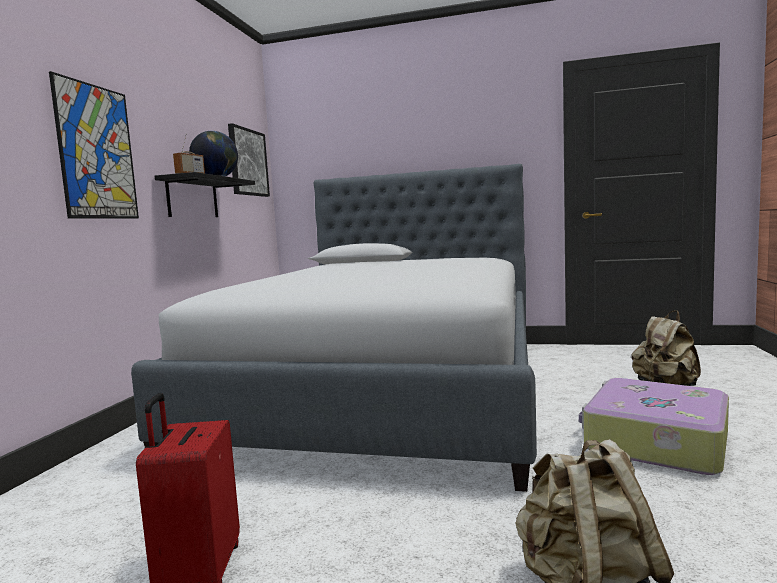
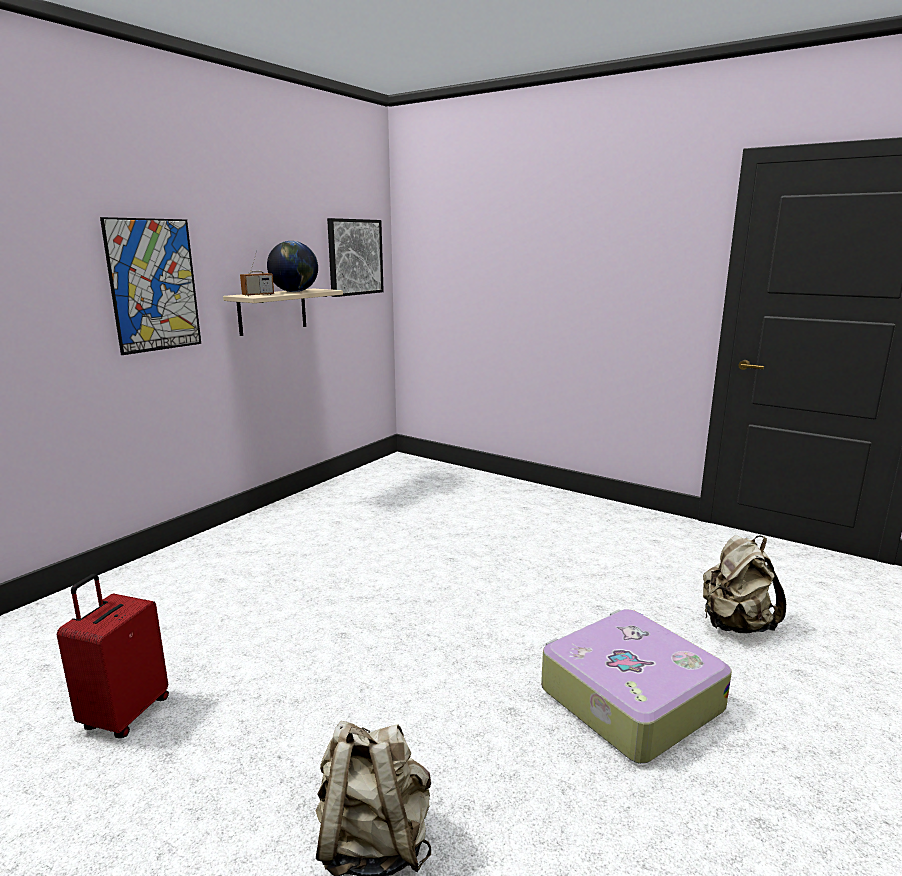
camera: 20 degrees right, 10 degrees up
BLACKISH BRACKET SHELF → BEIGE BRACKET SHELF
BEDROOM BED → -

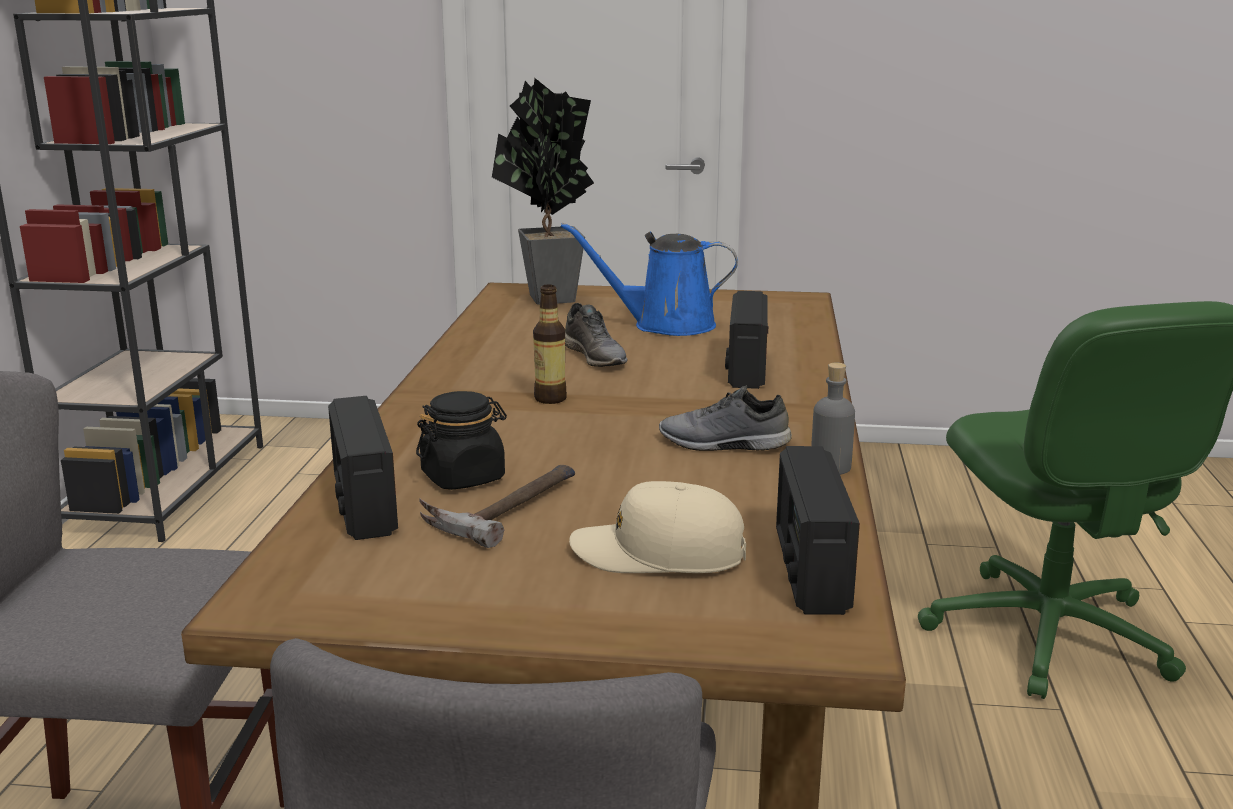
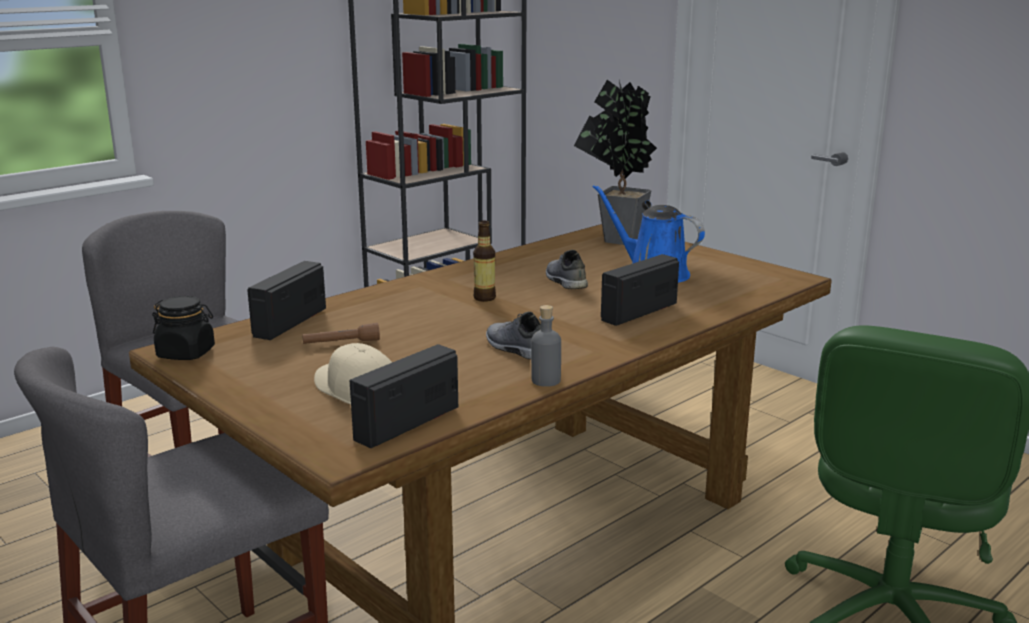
camera: 40 degrees right, 0 degrees up
BLACKISH JAR, move
TOOL HAMMER → BROWN-COLOURED HAND TORCH
GRAY SHOE (1st from left in the first image) → GRAY SHOE (2nd from left), 150 degrees clockwise

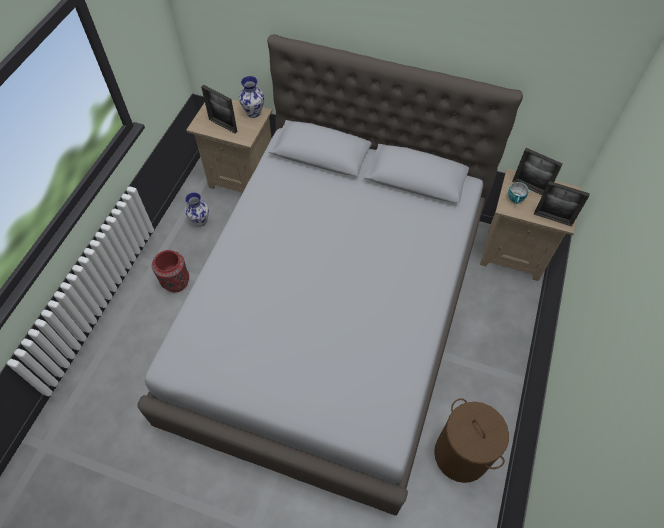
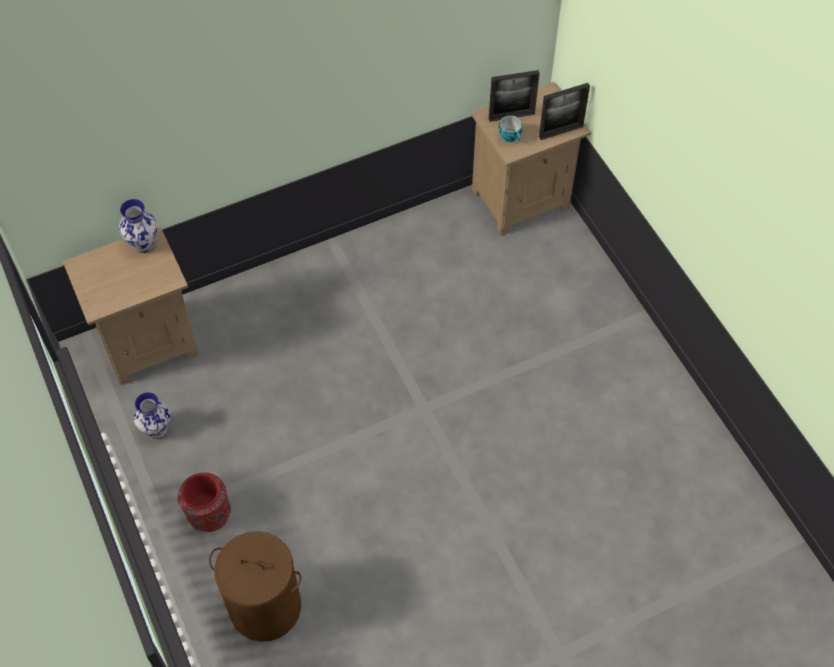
camera: 45 degrees left, 0 degrees up
BROWN-COLOURED HAMPER, move
GRAY BEDROOM BED → -
PHOTO FRAME (1st from left) → -

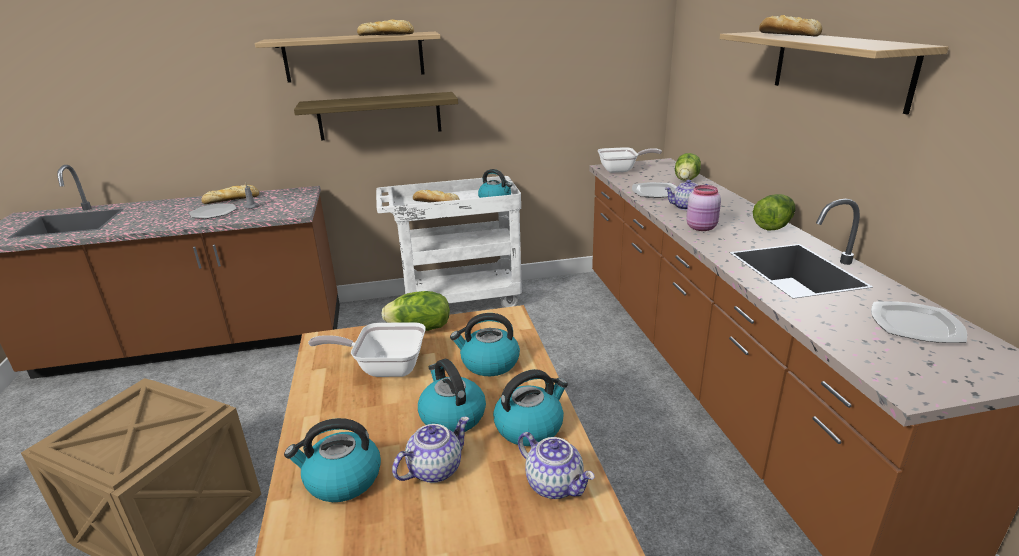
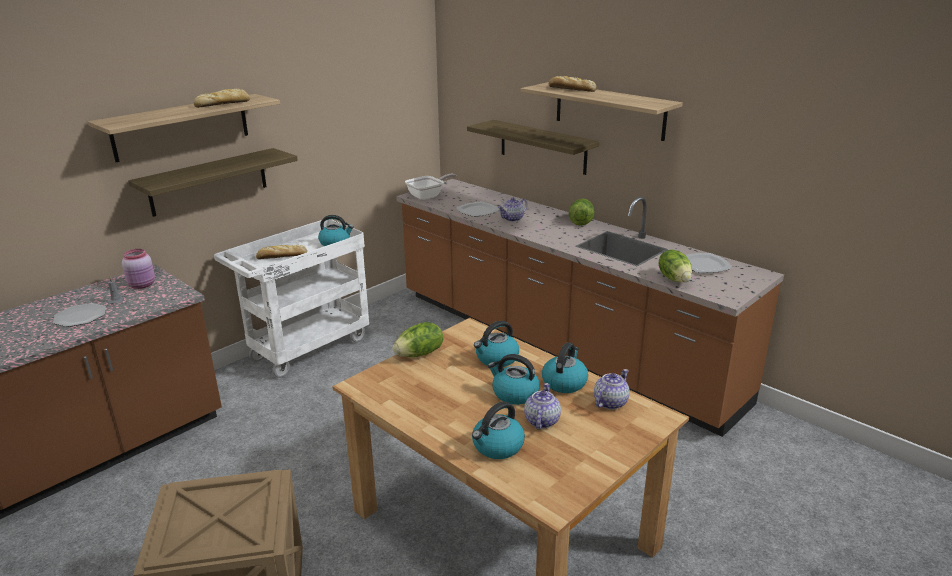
camera: 35 degrees left, 0 degrees up
PINK-COLOURED JAR, move
- → BRACKET SHELF (3rd from left)
POT FOR TEA (2nd from left in the first image) → POT FOR TEA (3rd from left), 60 degrees counterclockwise
LETTUCE (2nd from left in the first image) → LETTUCE (3rd from left), move
BREAD (1st from left) → -
SKILLET (1st from left) → -

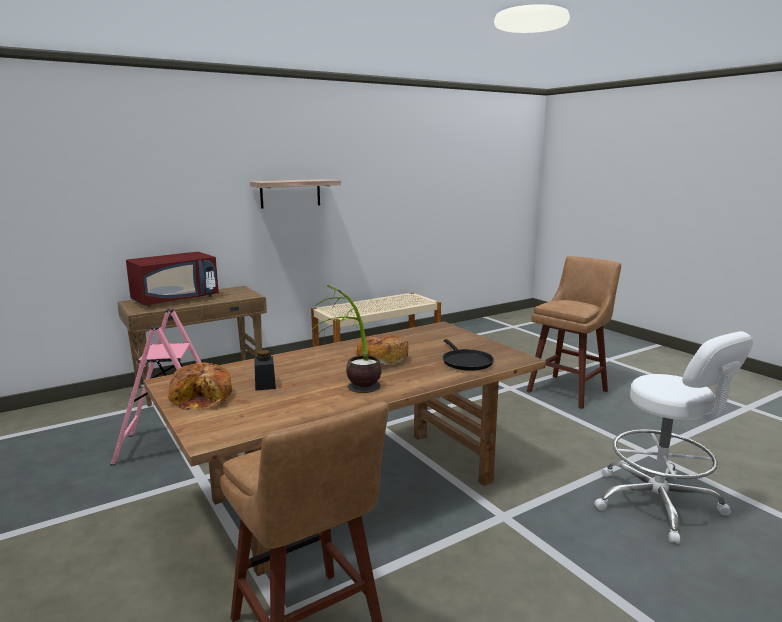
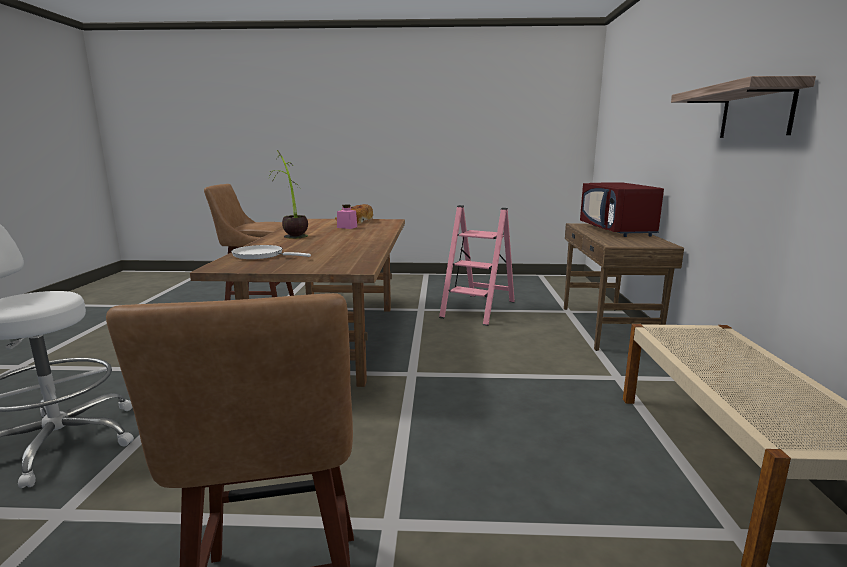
camera: 125 degrees right, 0 degrees up
BLACKISH SKILLET → WHITE SKILLET
BLACKISH JAR → PINK-COLOURED JAR
BREAD (2nd from left) → -

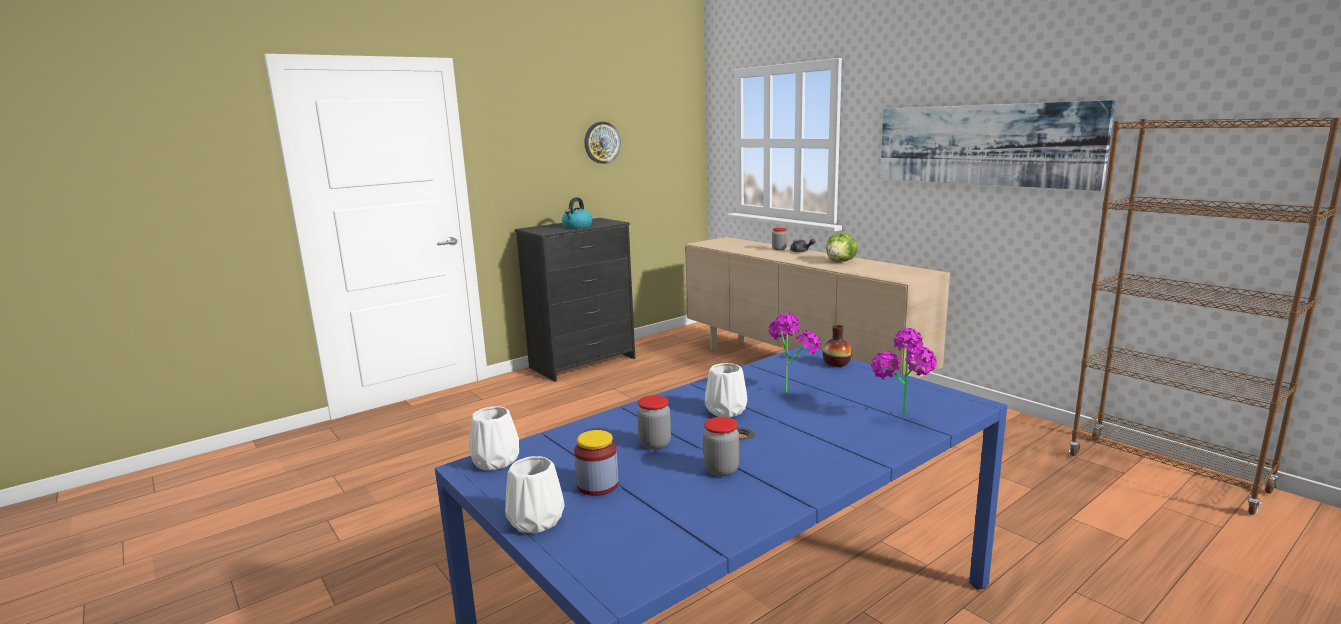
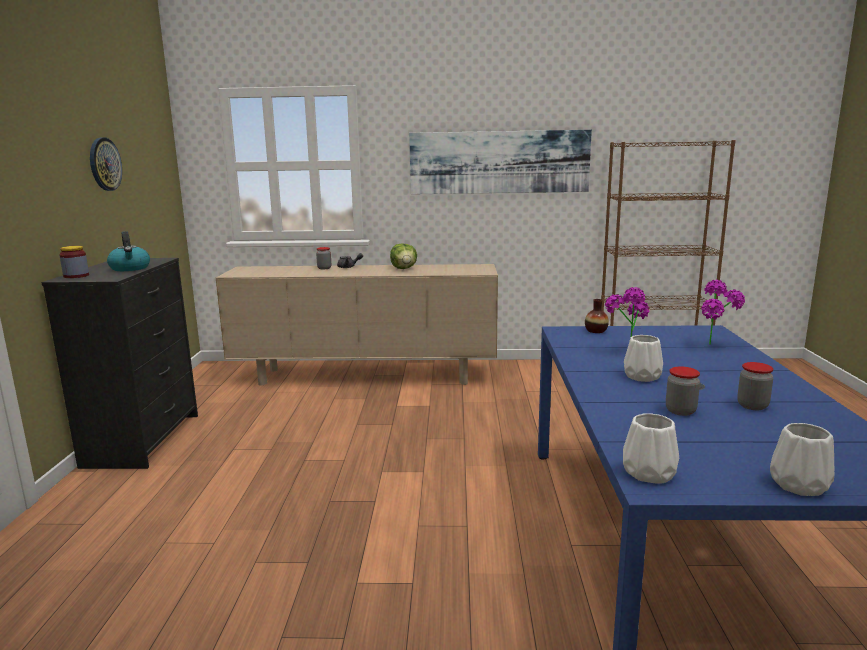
camera: 50 degrees left, 0 degrees up
JAR (1st from left), move

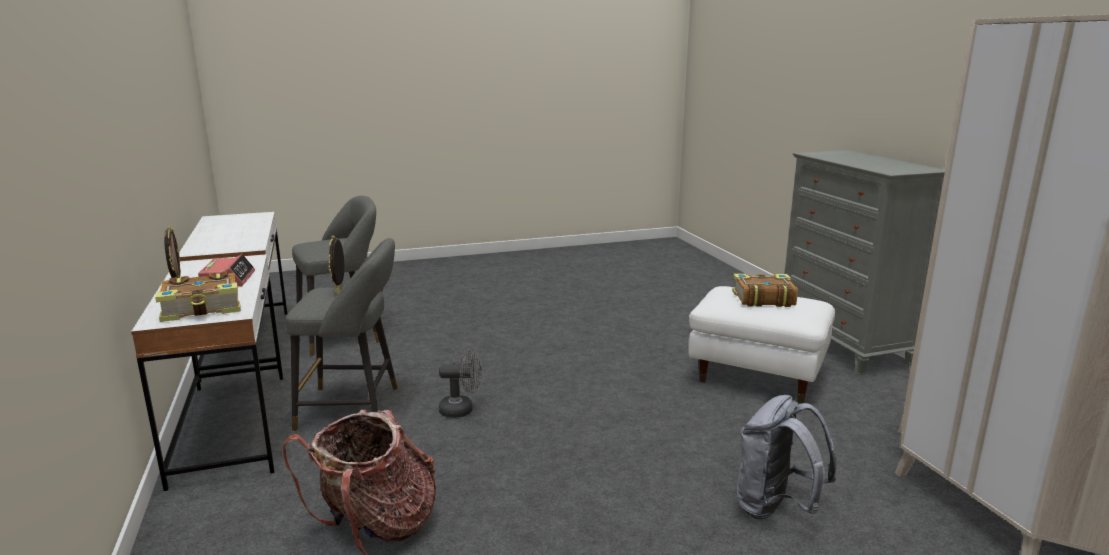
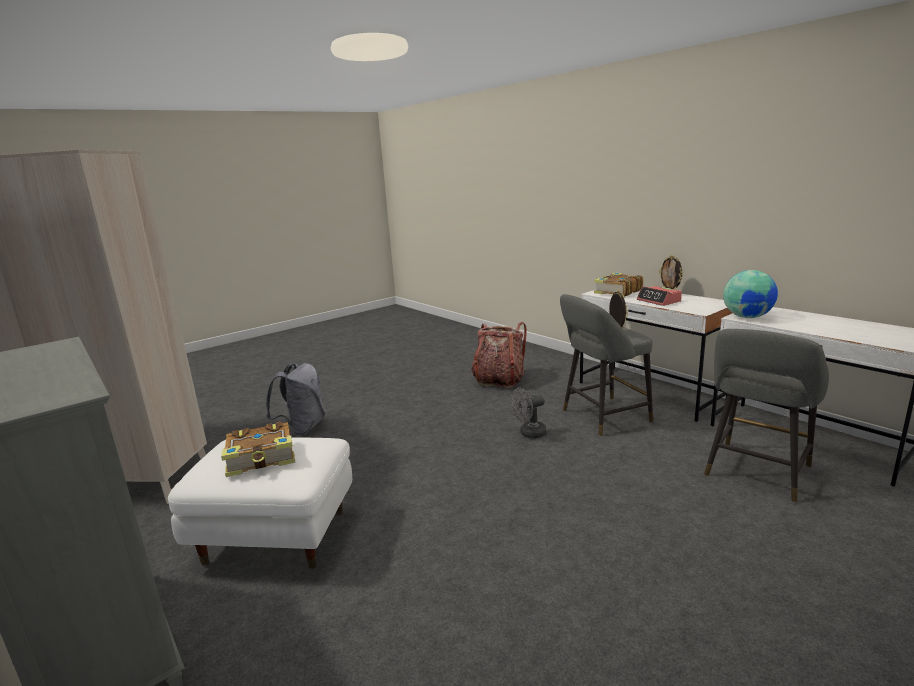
camera: 160 degrees right, 0 degrees up
- → DESK GLOBE

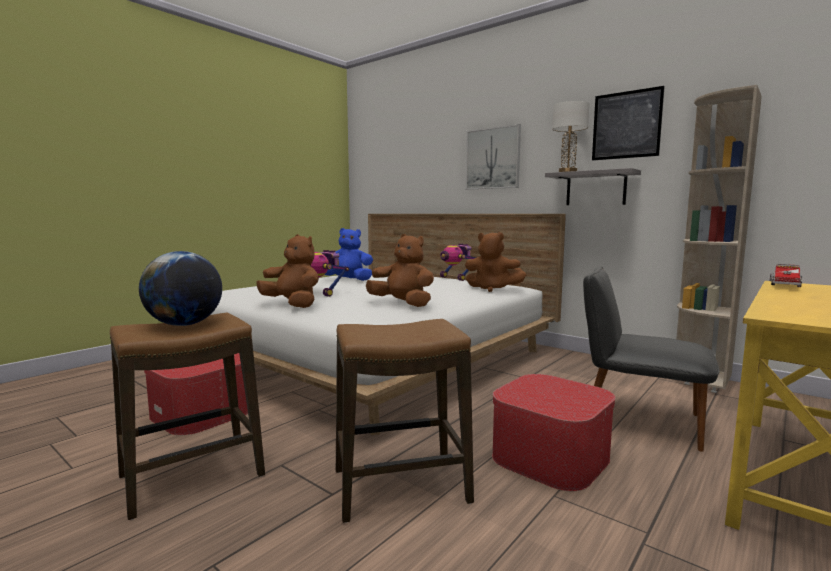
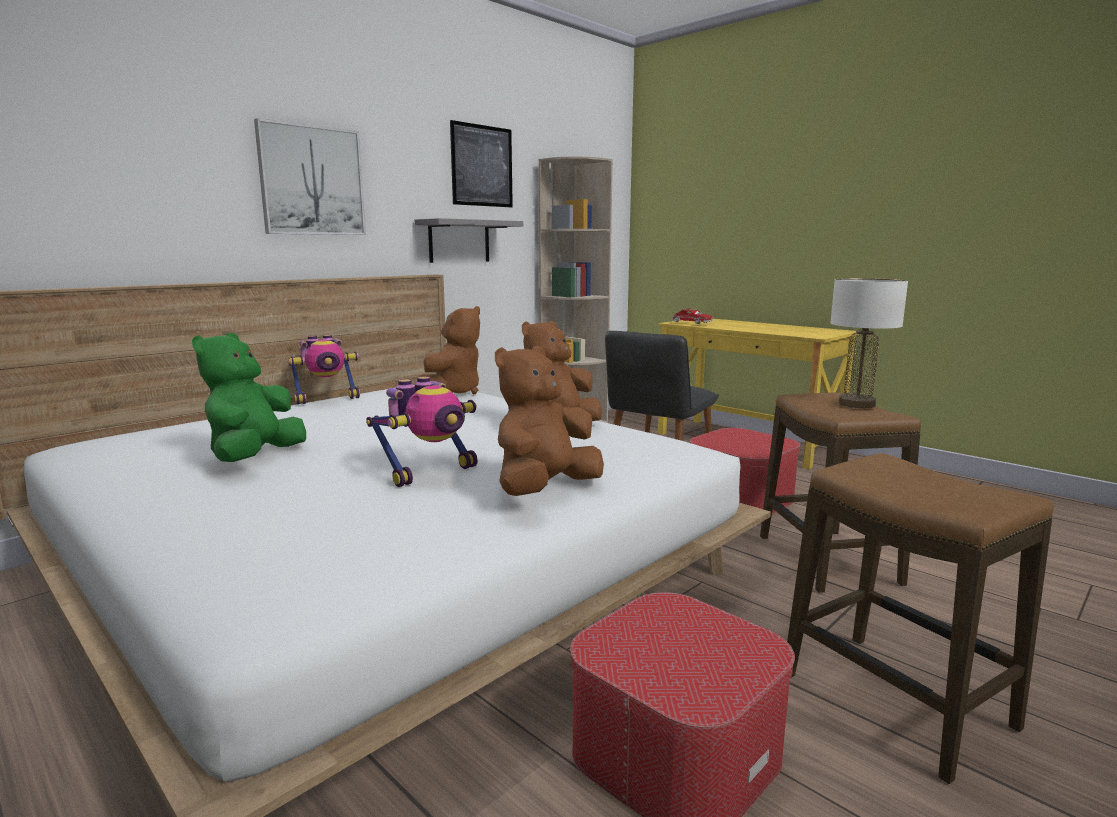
camera: 85 degrees left, 5 degrees up
BLUE CUDDLY TOY → GREEN-COLOURED CUDDLY TOY
TABLE LAMP, move
DESK GLOBE → -

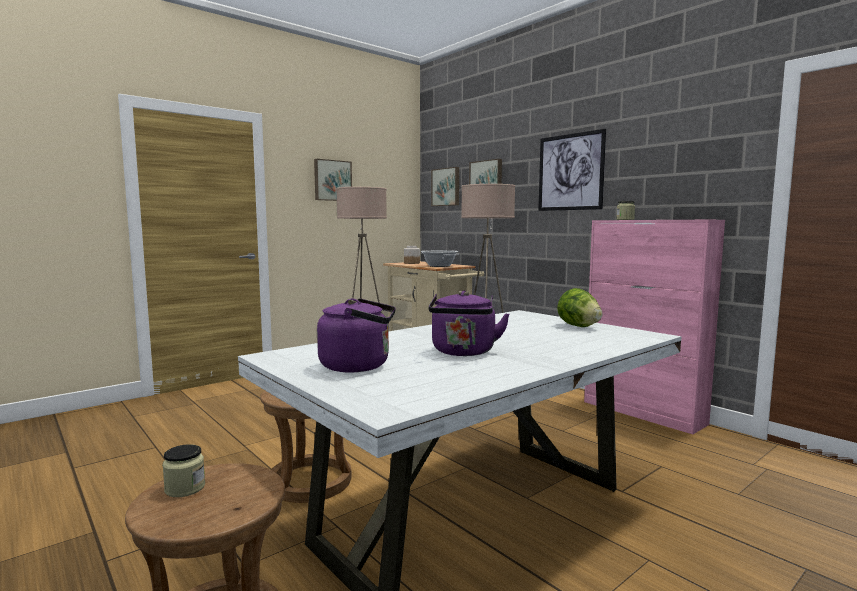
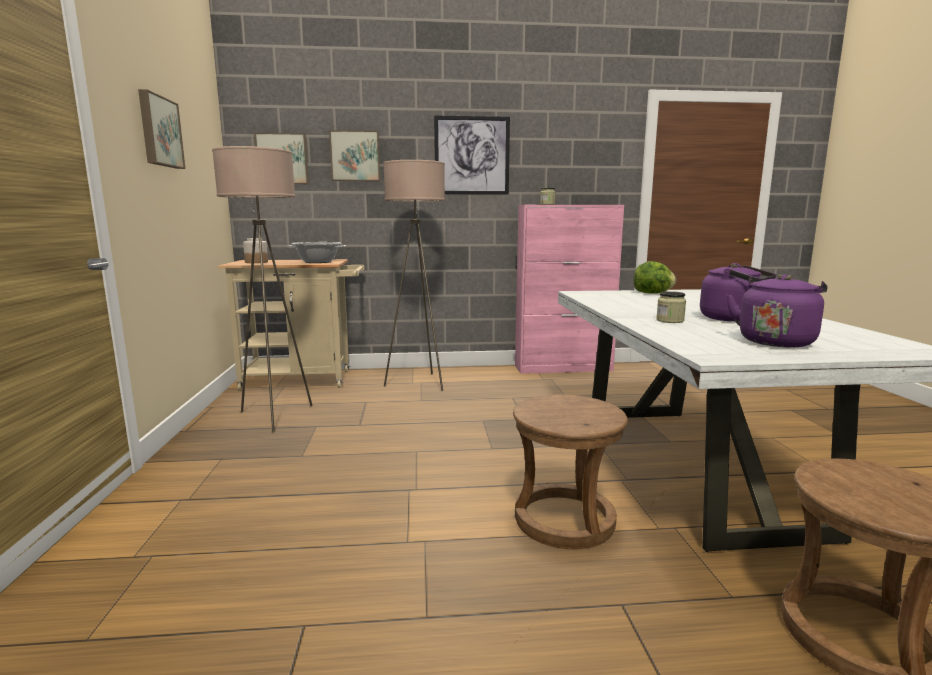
camera: 55 degrees left, 5 degrees up
JAR (1st from left in the first image) → JAR (3rd from left), move

